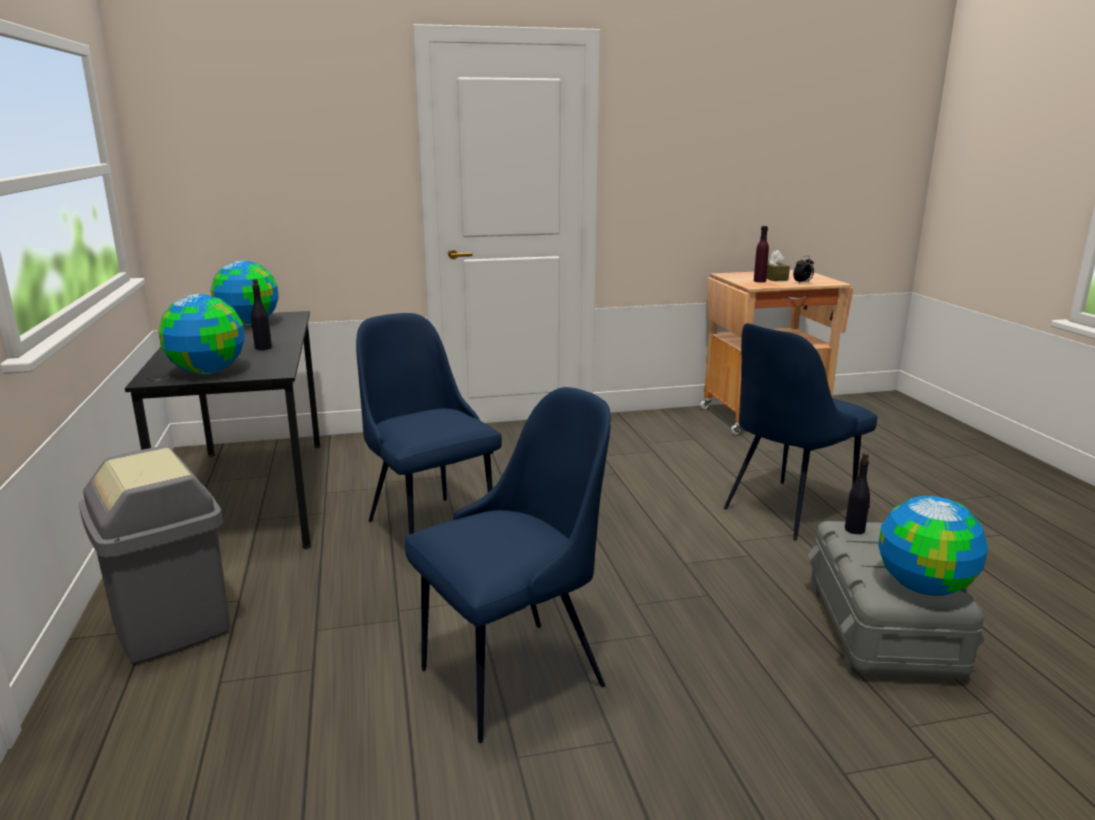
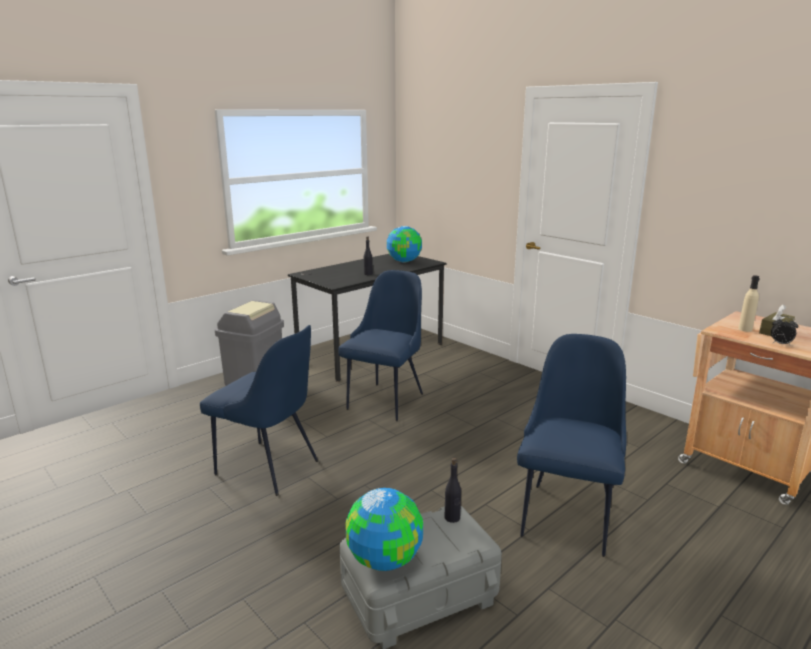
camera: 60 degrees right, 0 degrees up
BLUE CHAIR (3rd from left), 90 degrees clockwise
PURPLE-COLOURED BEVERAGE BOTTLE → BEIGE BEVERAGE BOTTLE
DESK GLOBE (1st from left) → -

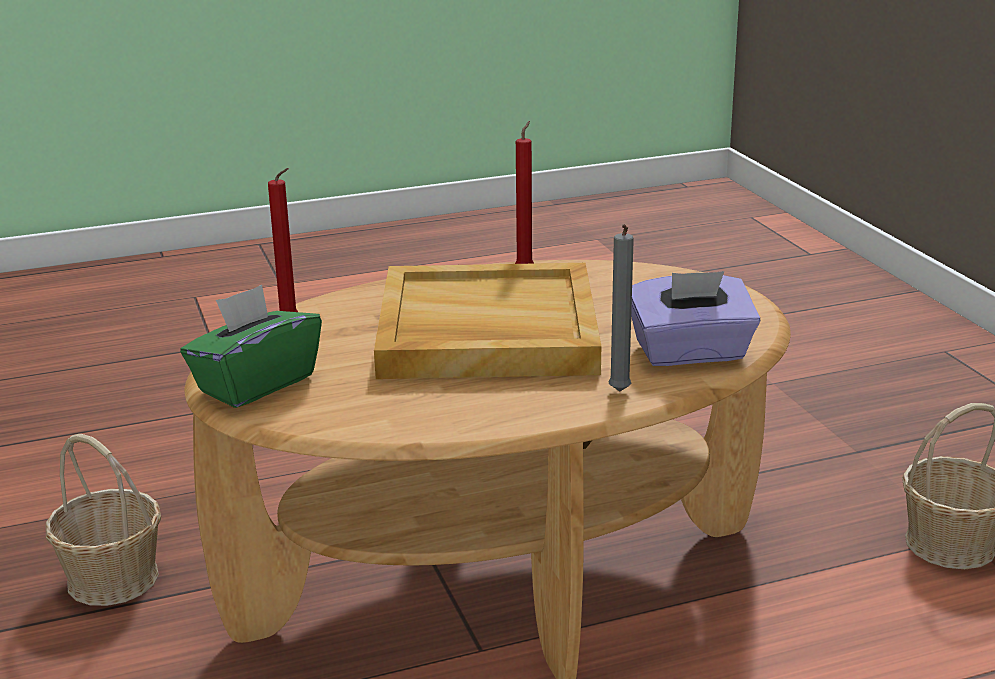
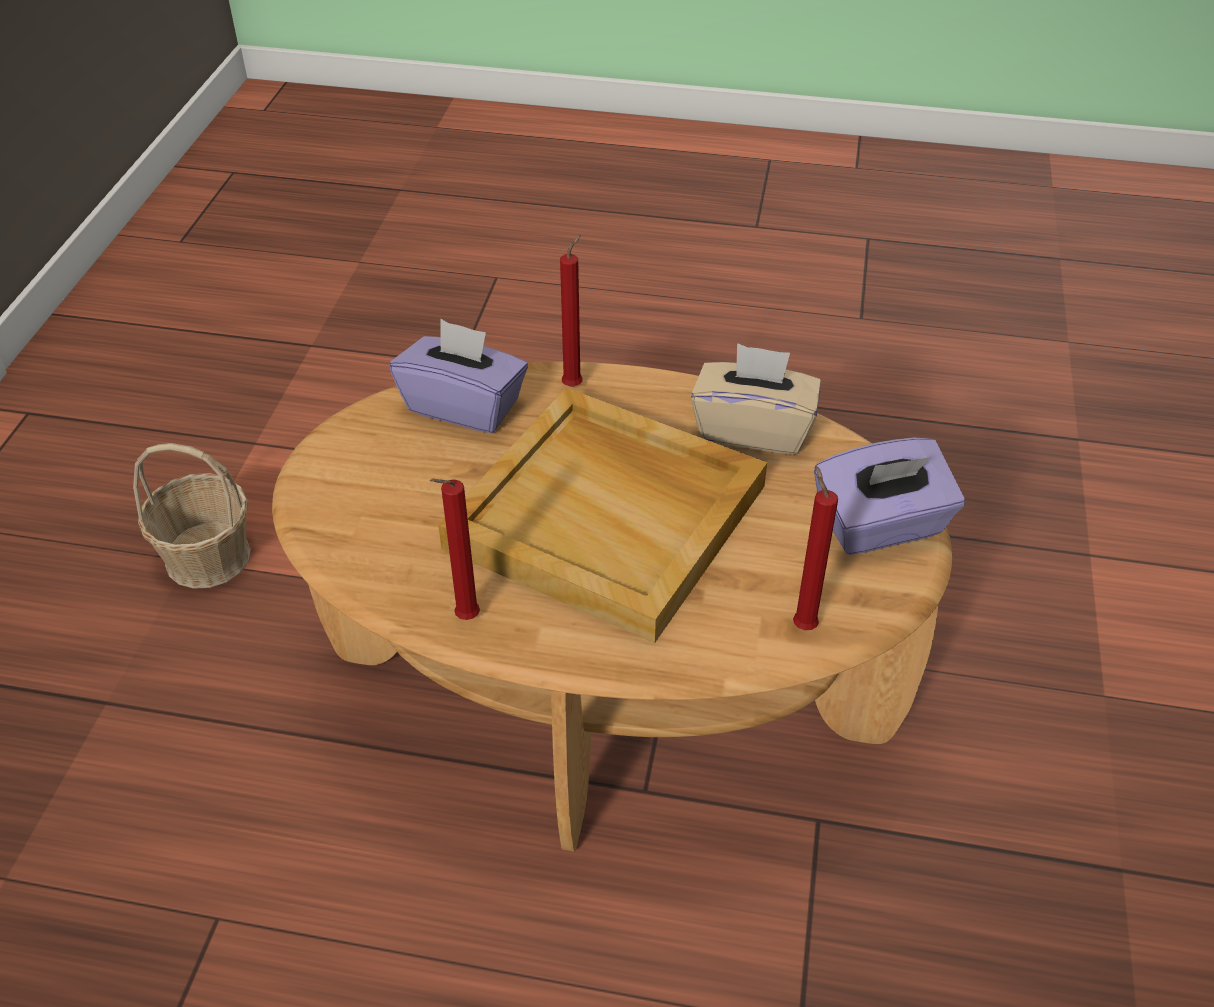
camera: 150 degrees left, 20 degrees up
GRAY CANDLE → RED-COLOURED CANDLE (2nd from left)
- → BEIGE TISSUE HOLDER
GREEN-COLOURED TISSUE HOLDER → PURPLE-COLOURED TISSUE HOLDER (2nd from left)
HOUSEHOLD BASKET (1st from left) → -

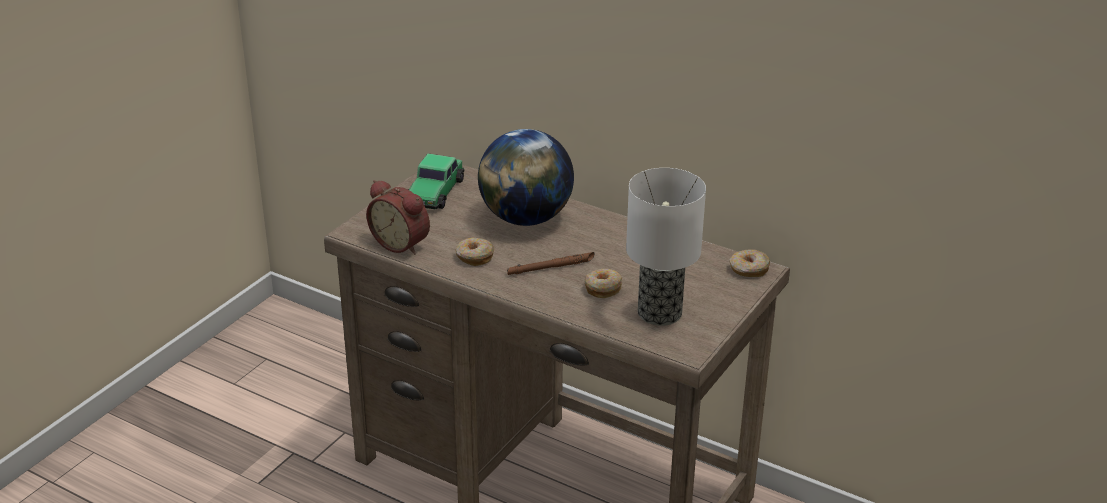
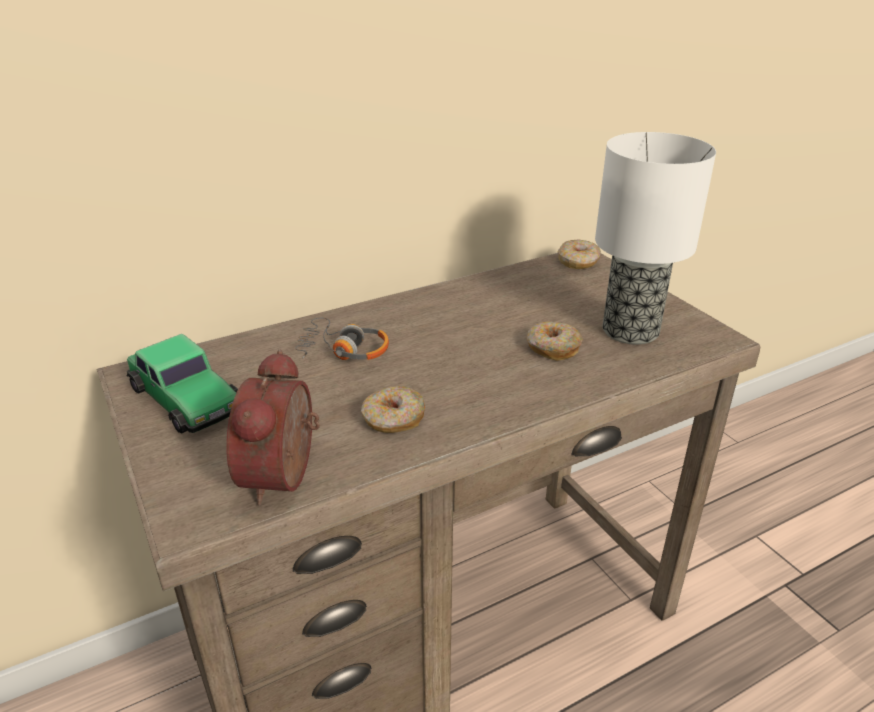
camera: 60 degrees left, 0 degrees up
TABLE CLOCK, 120 degrees clockwise
DESK GLOBE → PAIR OF HEADPHONES
BROWN-COLOURED HAND TORCH → -

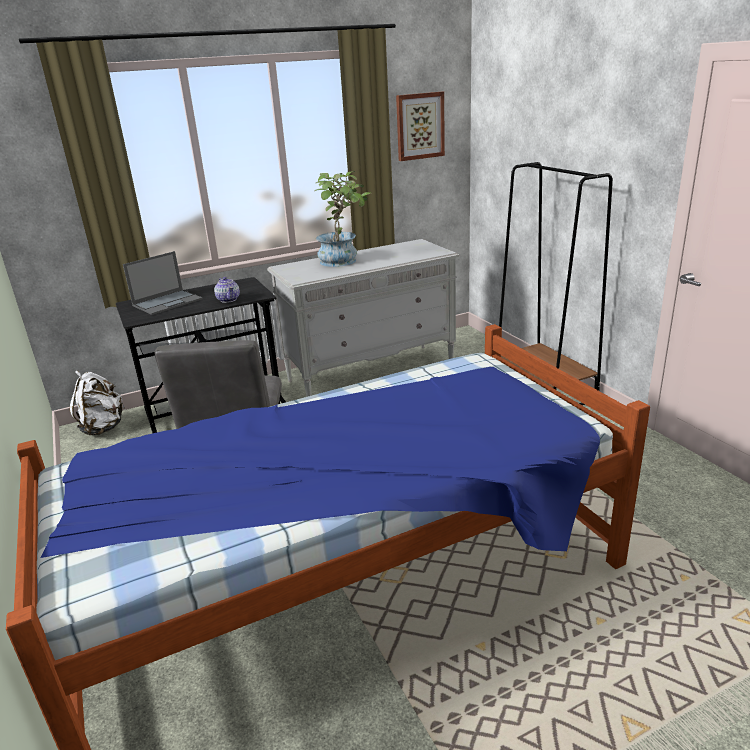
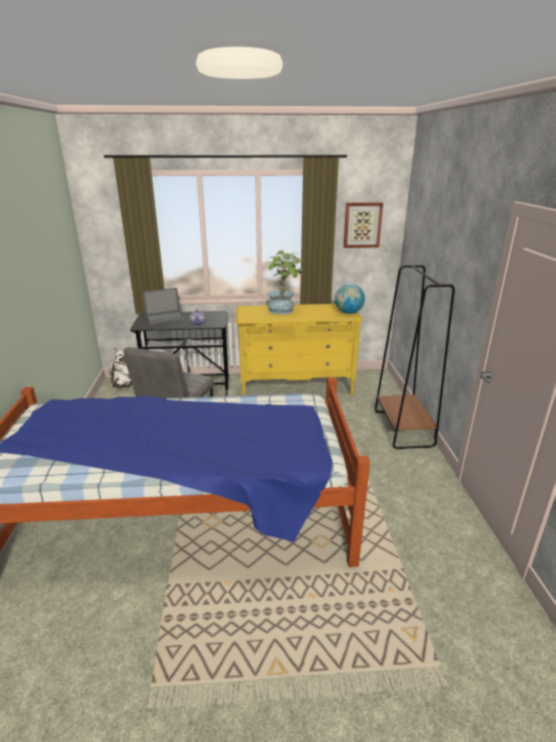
camera: 20 degrees right, 0 degrees up
WHITE DRESSER → YELLOWISH DRESSER
- → DESK GLOBE

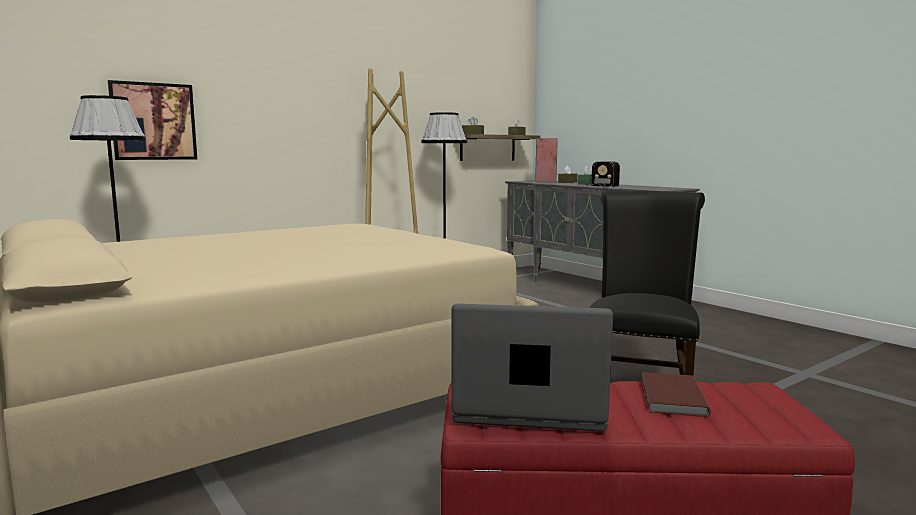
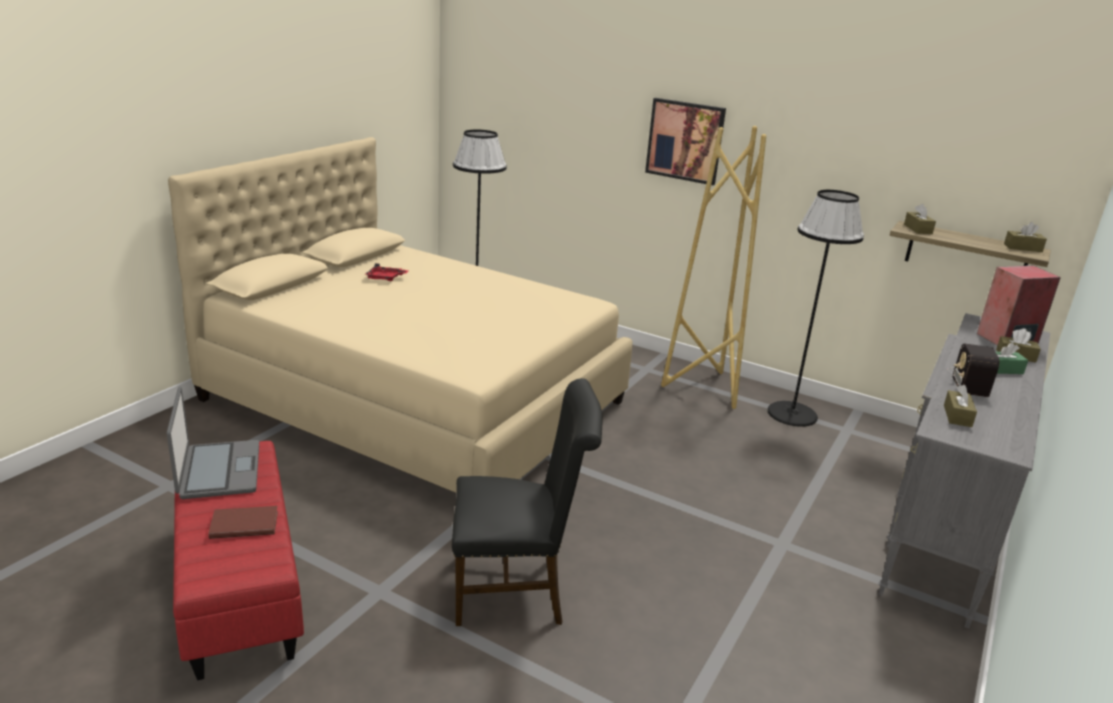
camera: 65 degrees right, 15 degrees up
- → RED-COLOURED SERVING TRAY
WALL ART, move
- → BROWN-COLOURED TISSUE HOLDER (2nd from left)

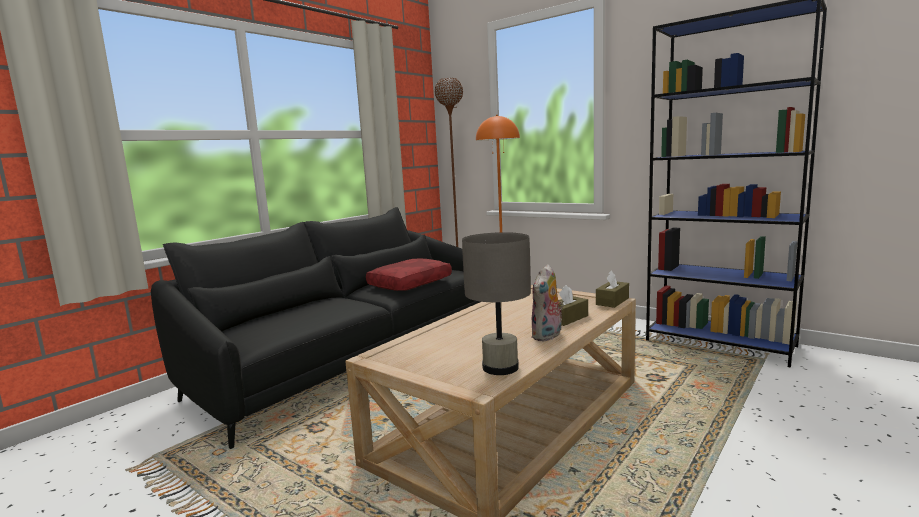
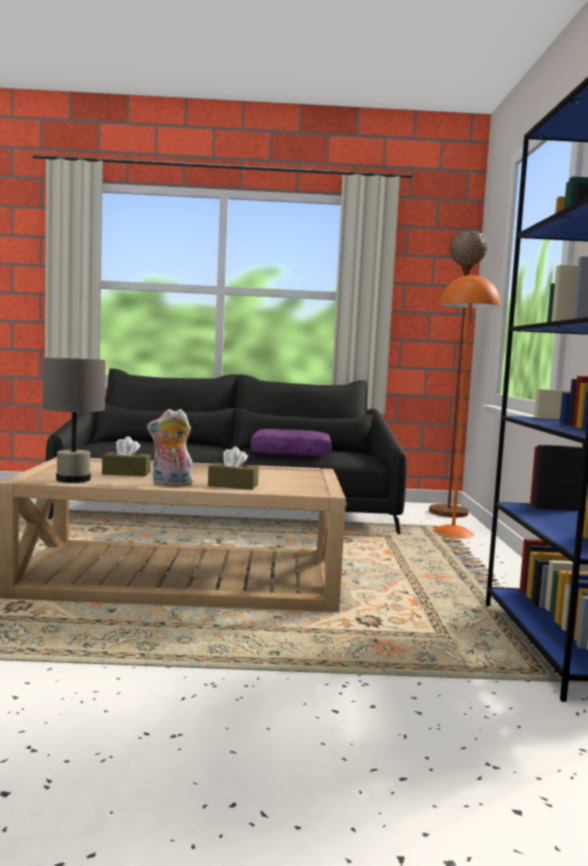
camera: 50 degrees right, 5 degrees down
BROWN-COLOURED TISSUE HOLDER (2nd from left in the first image) → BROWN-COLOURED TISSUE HOLDER (1st from left), move
RED-COLOURED CUSHION → PURPLE-COLOURED CUSHION

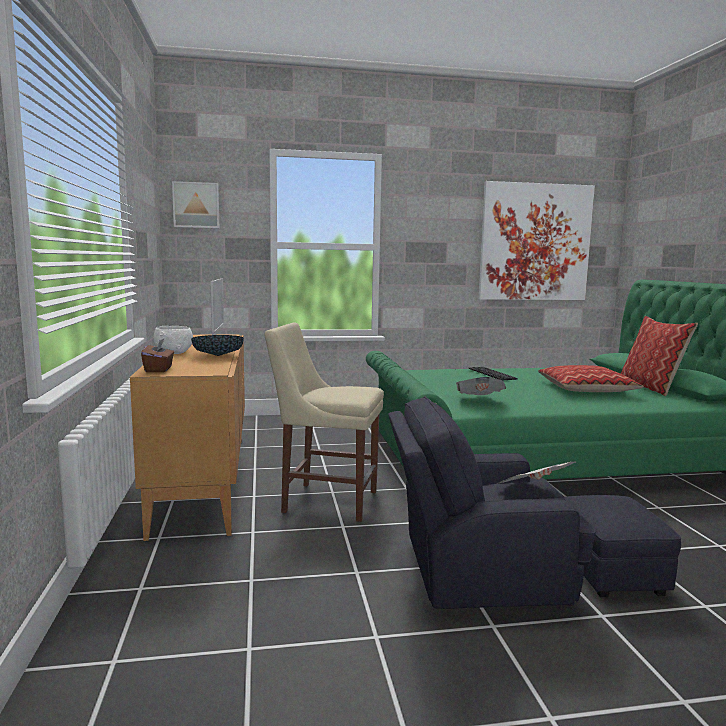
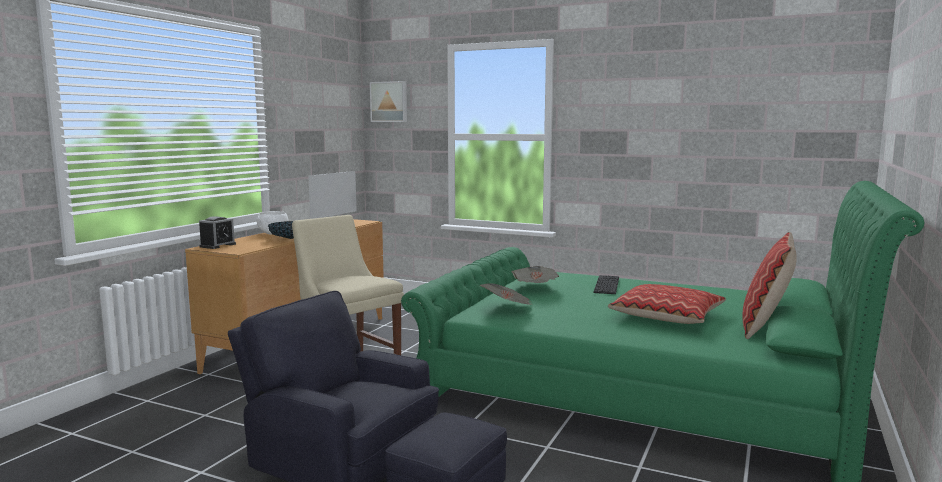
camera: 35 degrees right, 0 degrees up
BROWN-COLOURED TISSUE HOLDER → TABLE CLOCK
PRINTED PAPER (2nd from left), move
WALL ART (2nd from left) → -

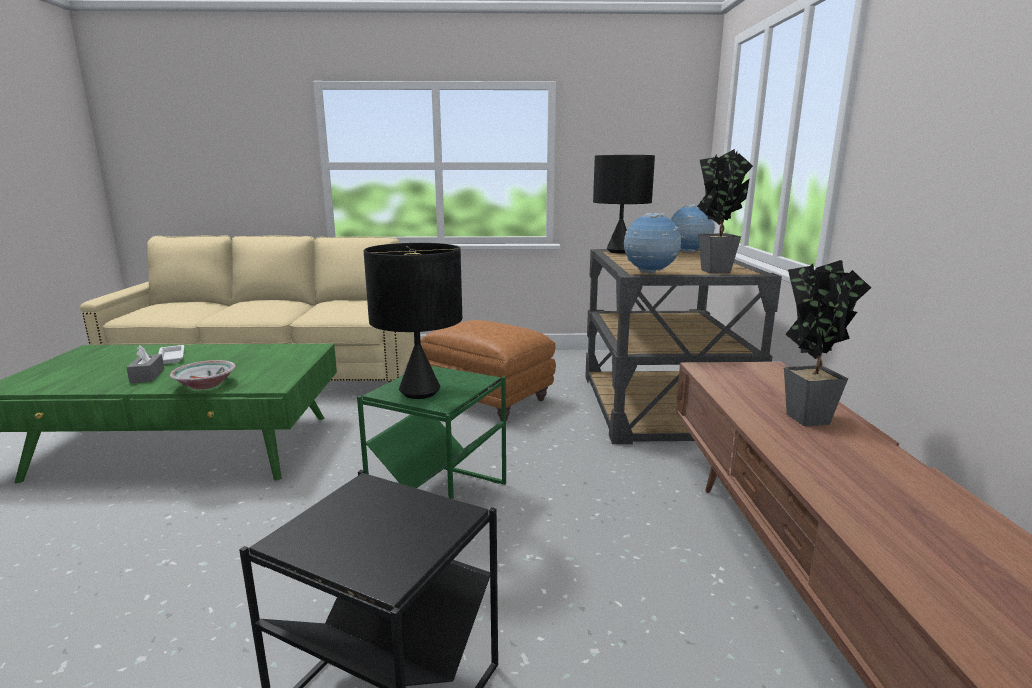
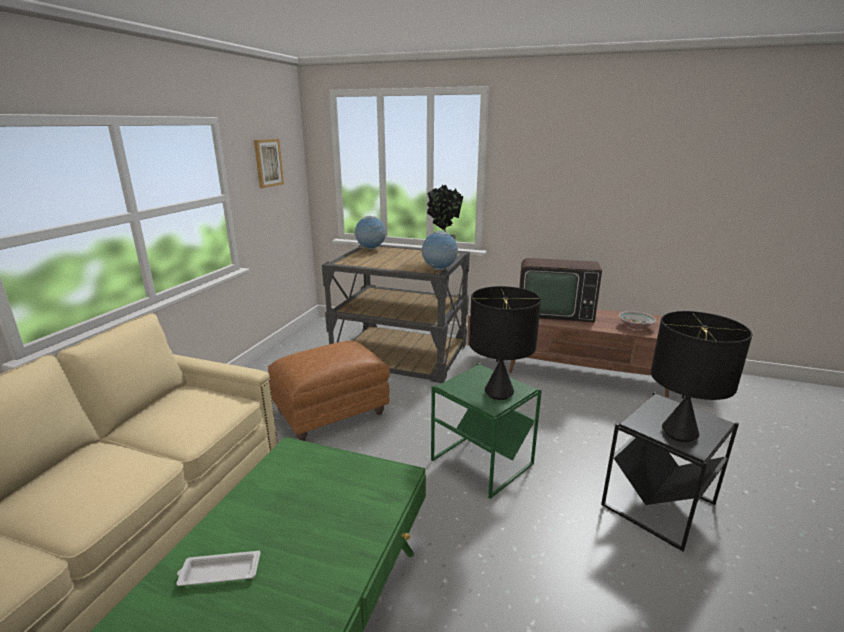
camera: 70 degrees left, 5 degrees up
- → WALL ART
POTTED PLANT (2nd from left) → TELEVISION
SERVING BOWL, move
BLACKISH TABLE LAMP (2nd from left), move
GRAY TISSUE HOLDER → -

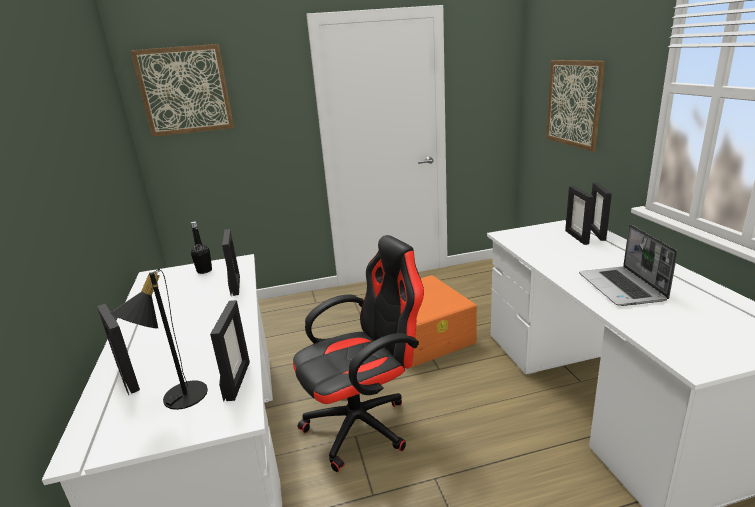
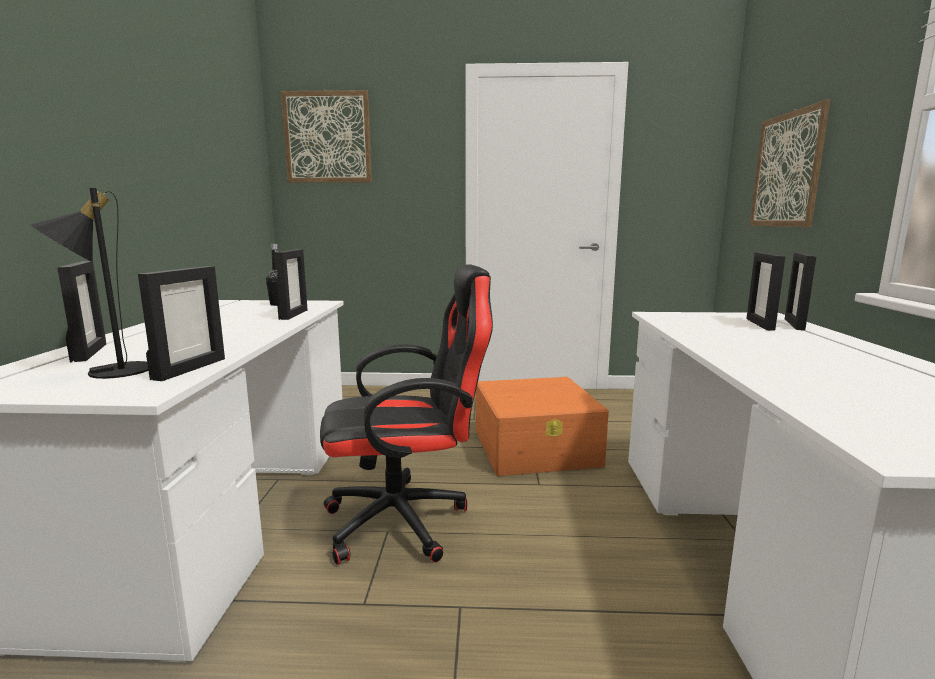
camera: 15 degrees right, 10 degrees down
LAPTOP → -

